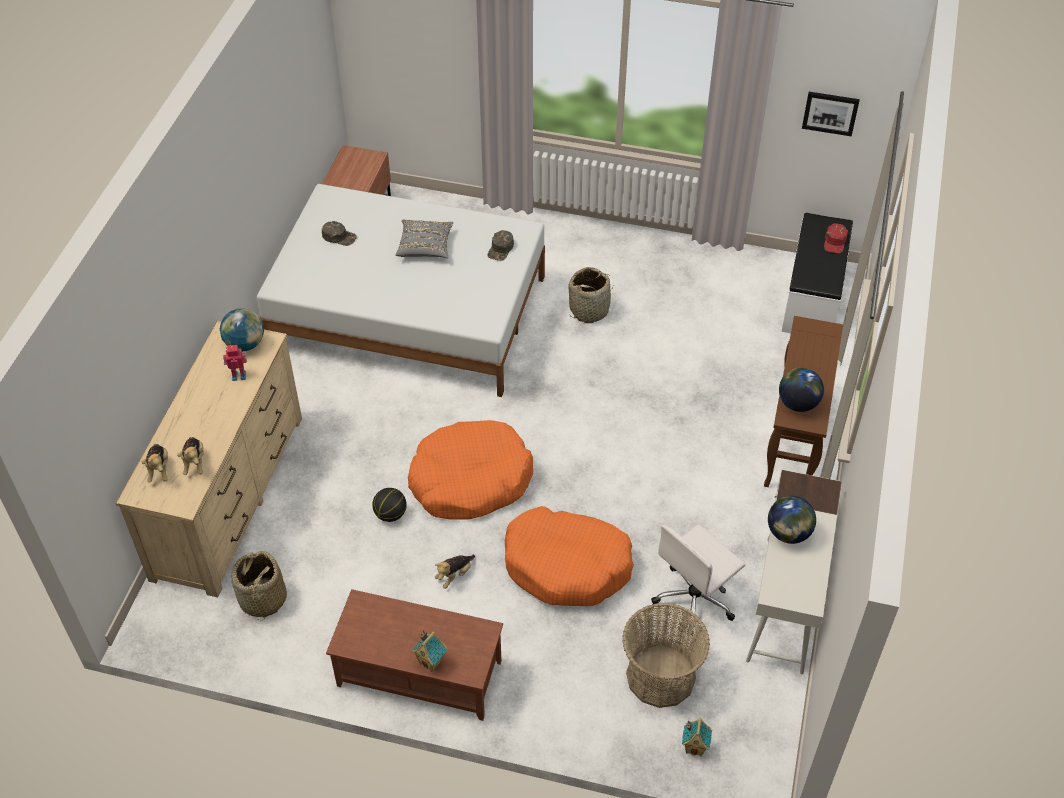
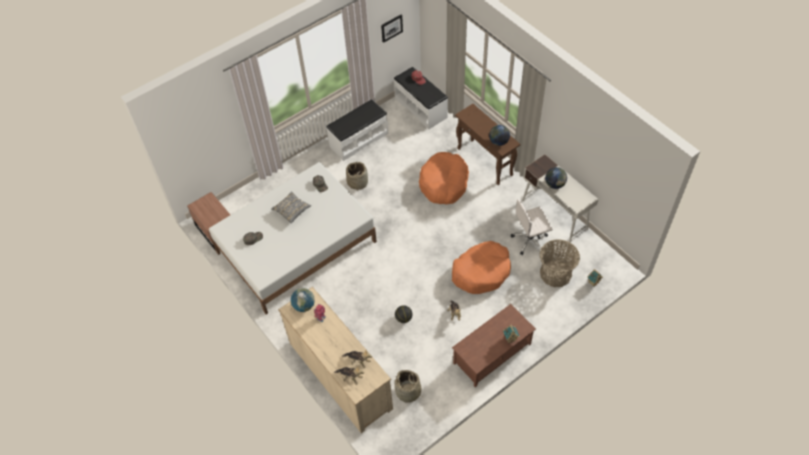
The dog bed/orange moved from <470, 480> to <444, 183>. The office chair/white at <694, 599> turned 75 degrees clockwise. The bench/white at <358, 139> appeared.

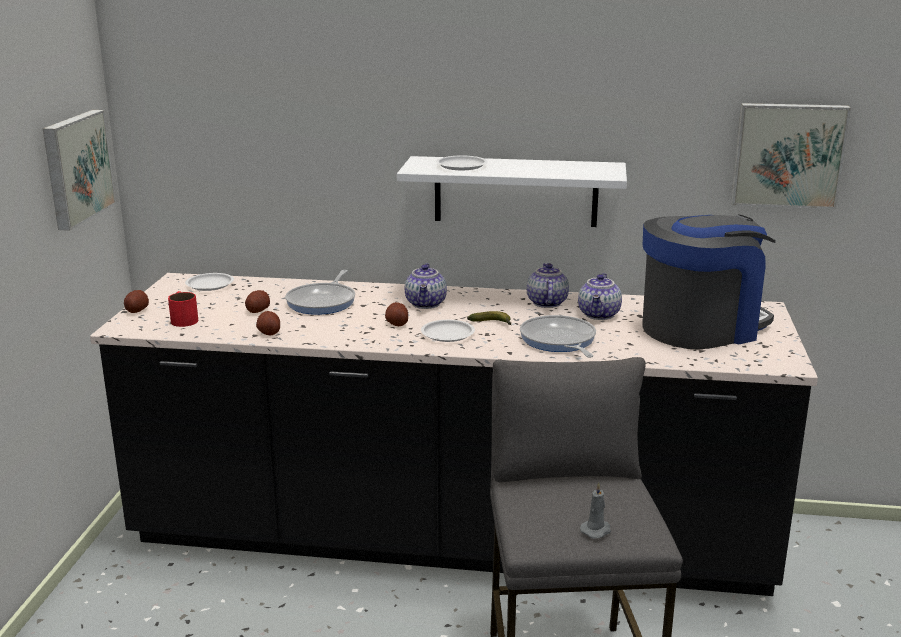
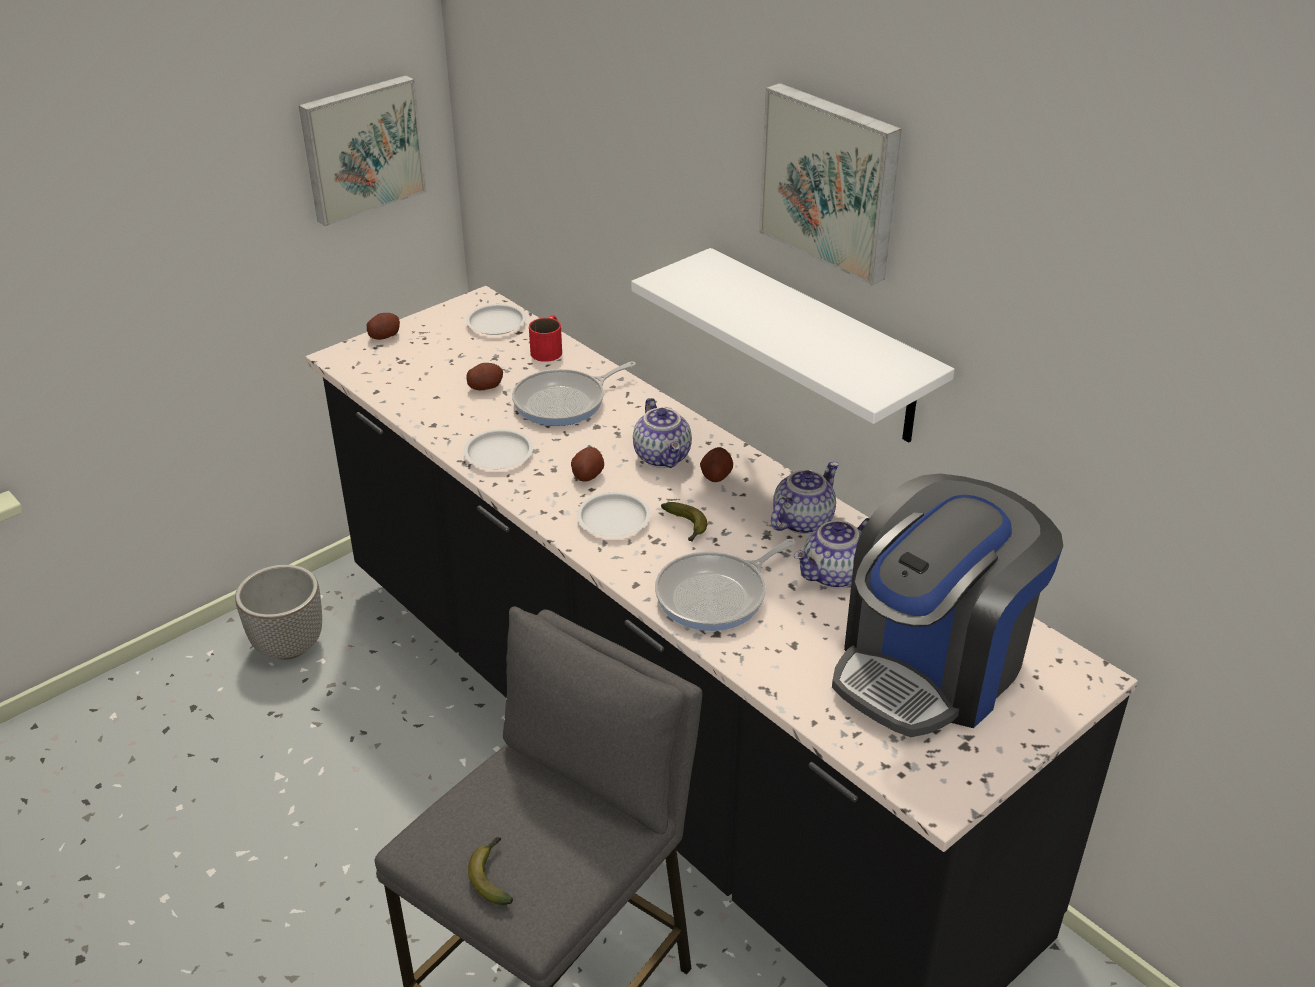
The mug/red moved from <183, 319> to <549, 349>. The potato moved from <269, 333> to <716, 475>. The teapot at <426, 304> turned 60 degrees counterclockwise. The plate/white moved from <461, 166> to <498, 454>. The frying pan at <558, 341> turned 150 degrees counterclockwise. The candle/grey at <596, 530> was replaced by the banana at <492, 875>. The coffee machine at <701, 327> turned 120 degrees clockwise. The picture moved from <787, 155> to <832, 181>. The planter at <290, 646> appeared.

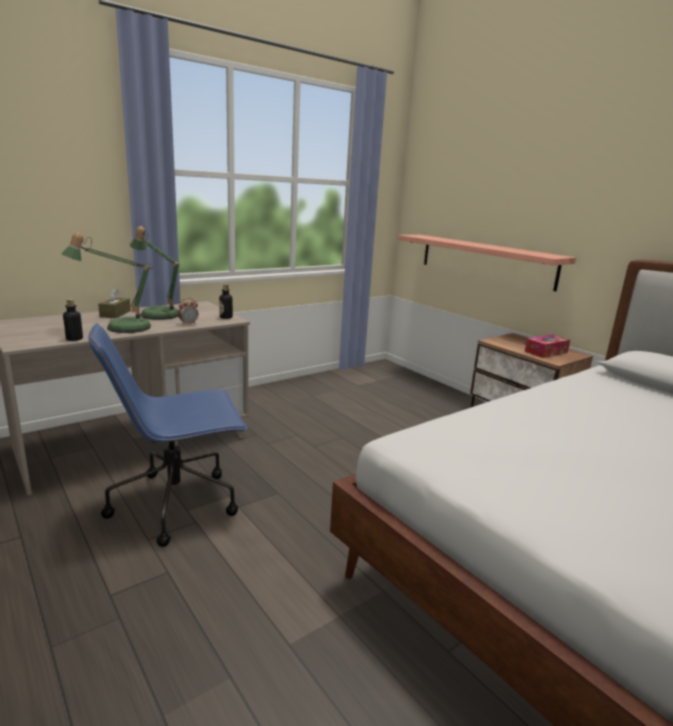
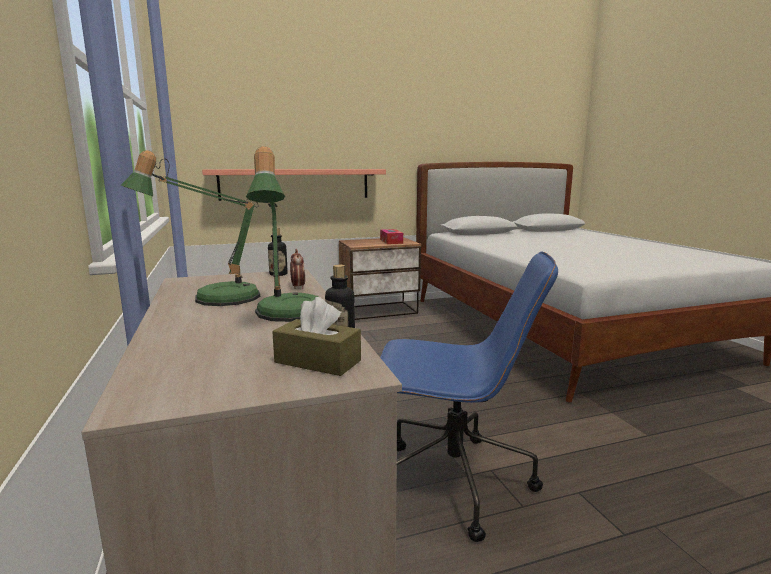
The office chair/blue at <177, 503> turned 75 degrees counterclockwise. The tissue box/brown moved from <115, 314> to <317, 361>.

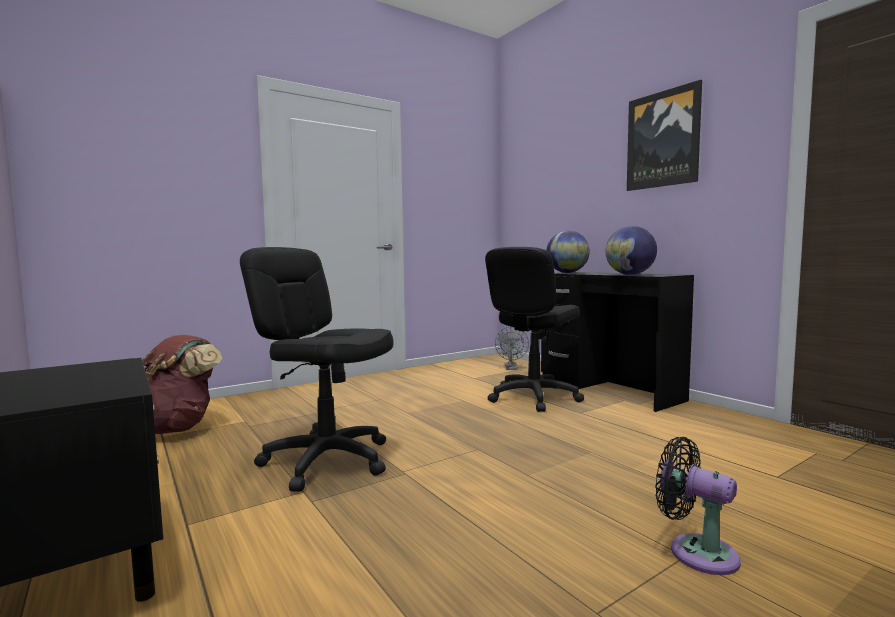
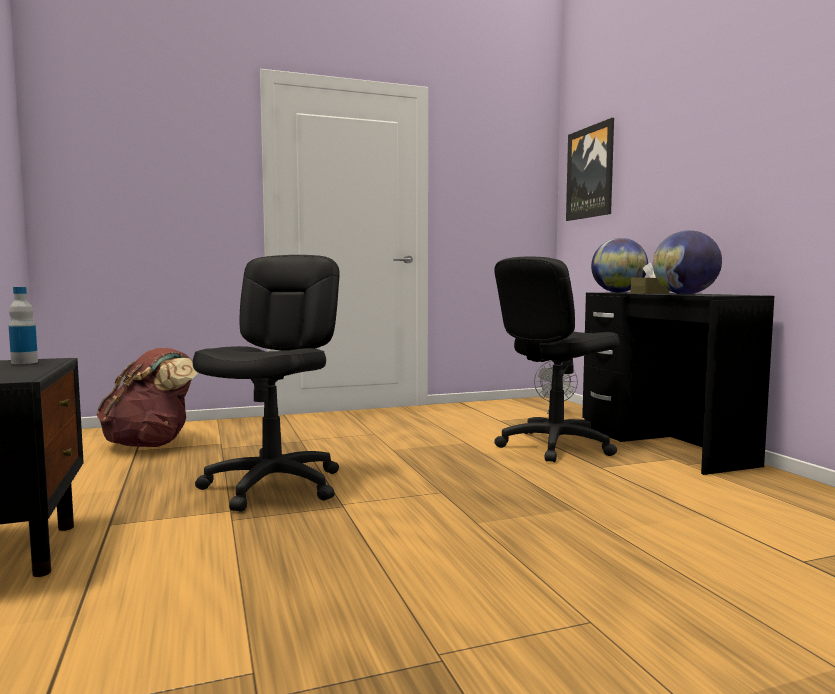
The office chair/black at <327, 460> turned 60 degrees clockwise. The picture moved from <663, 139> to <590, 172>. The fan/black at <696, 551> disappeared. The bottle at <24, 362> appeared. The tissue box/brown at <649, 293> appeared.

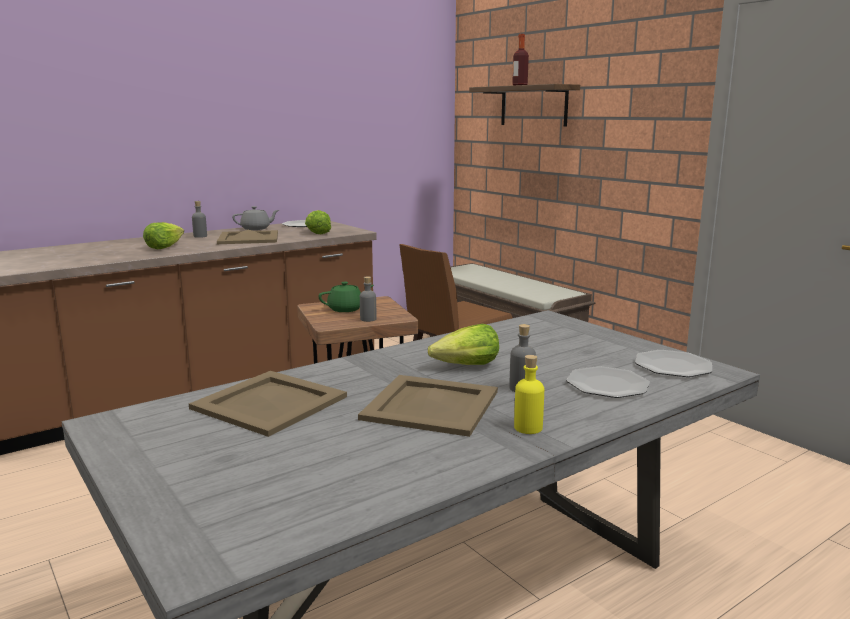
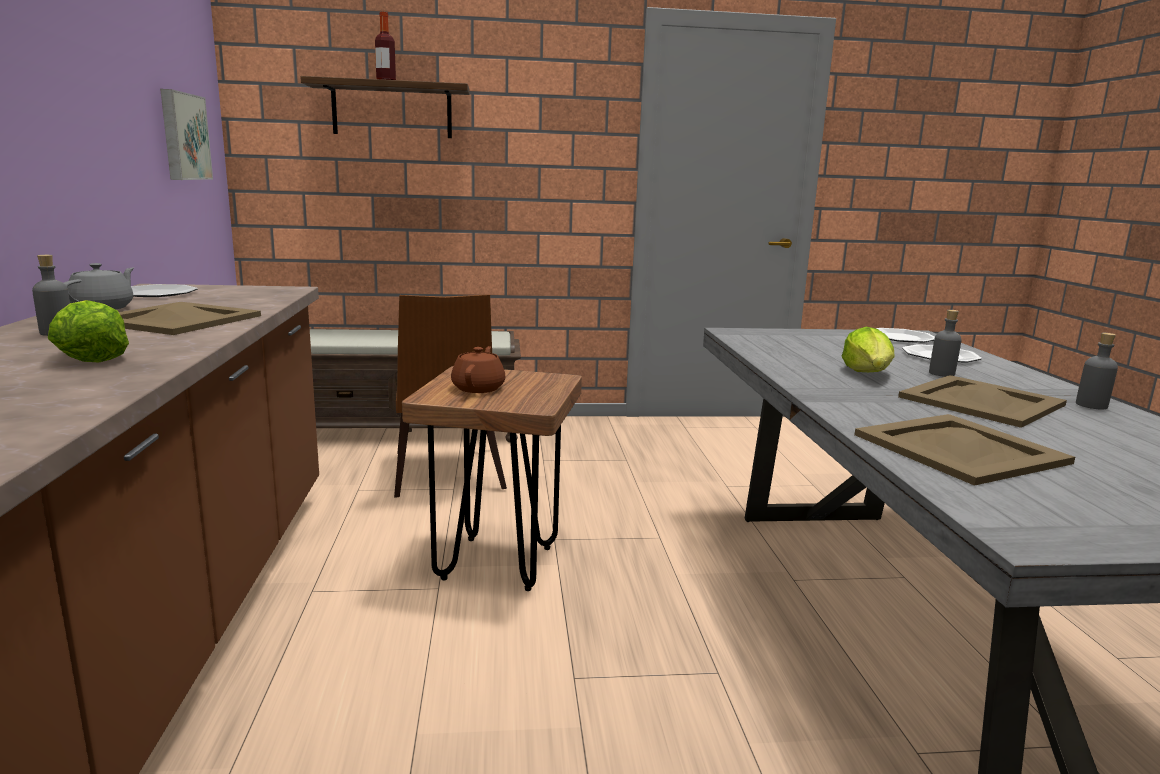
The lettuce at <317, 232> disappeared. The teapot/green at <346, 309> became the teapot/brown at <479, 388>. The bottle/grey moved from <368, 319> to <1091, 405>. The bottle/yellow at <528, 428> disappeared. The picture at <183, 136> appeared.

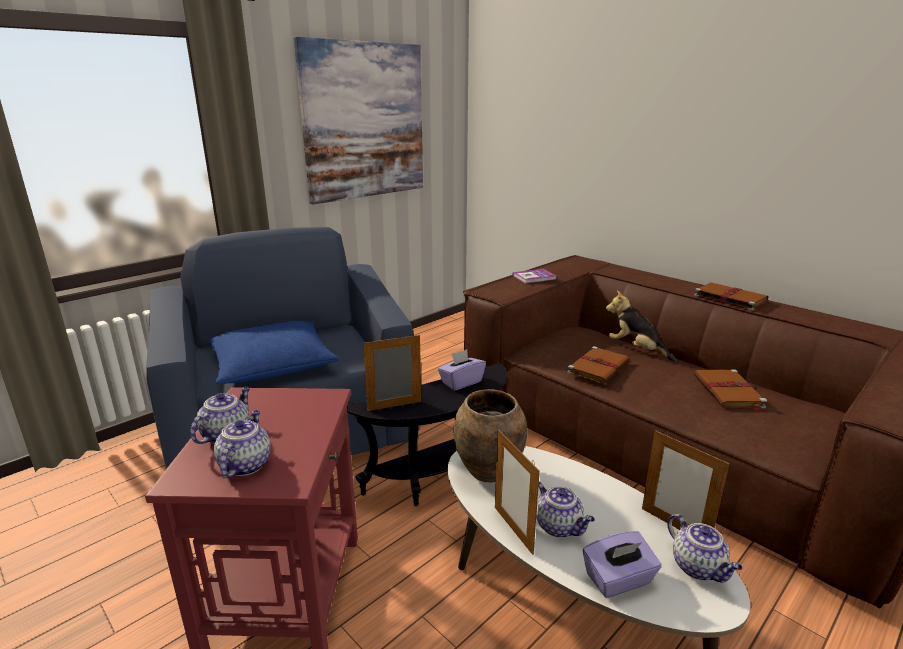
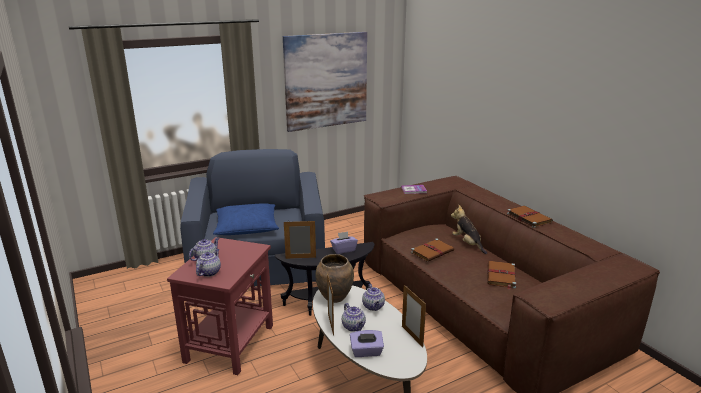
The teapot moved from <699, 568> to <373, 307>.

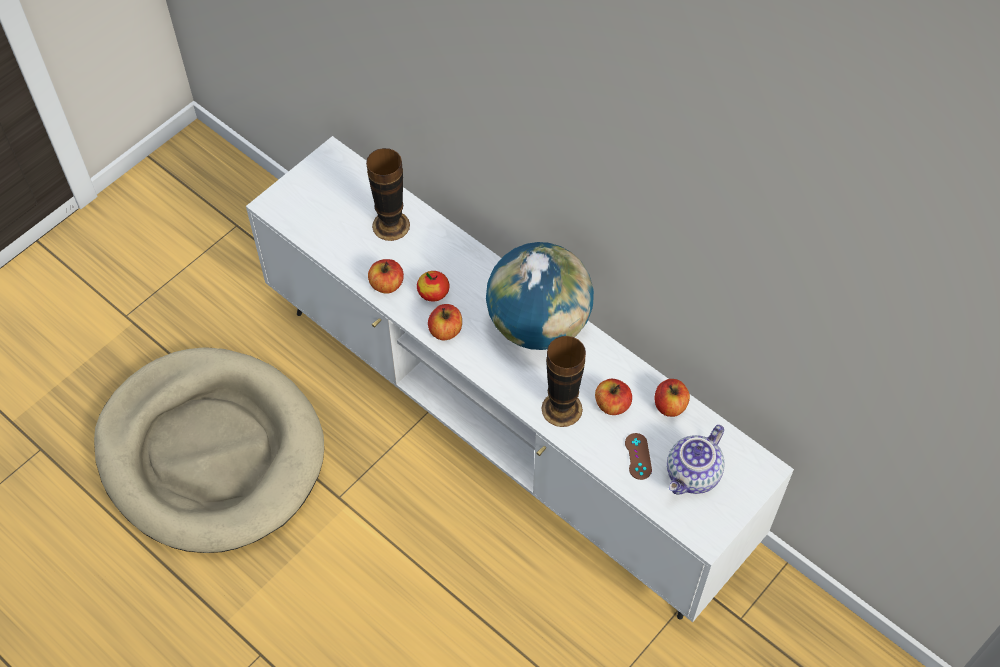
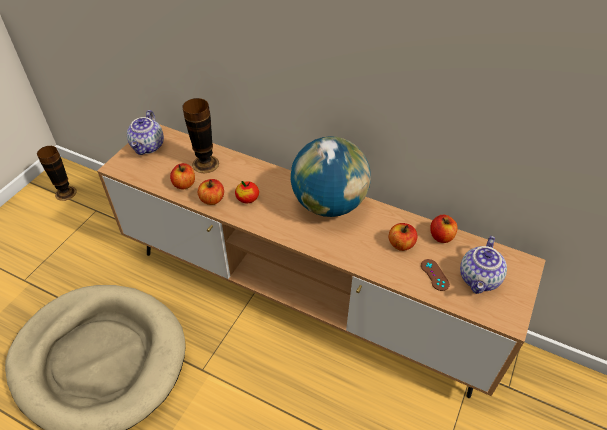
The tv stand/white at <501, 427> became the tv stand/brown at <303, 296>. The apple moved from <445, 330> to <184, 184>. The vase moved from <562, 408> to <65, 193>. The teapot at <148, 146> appeared.

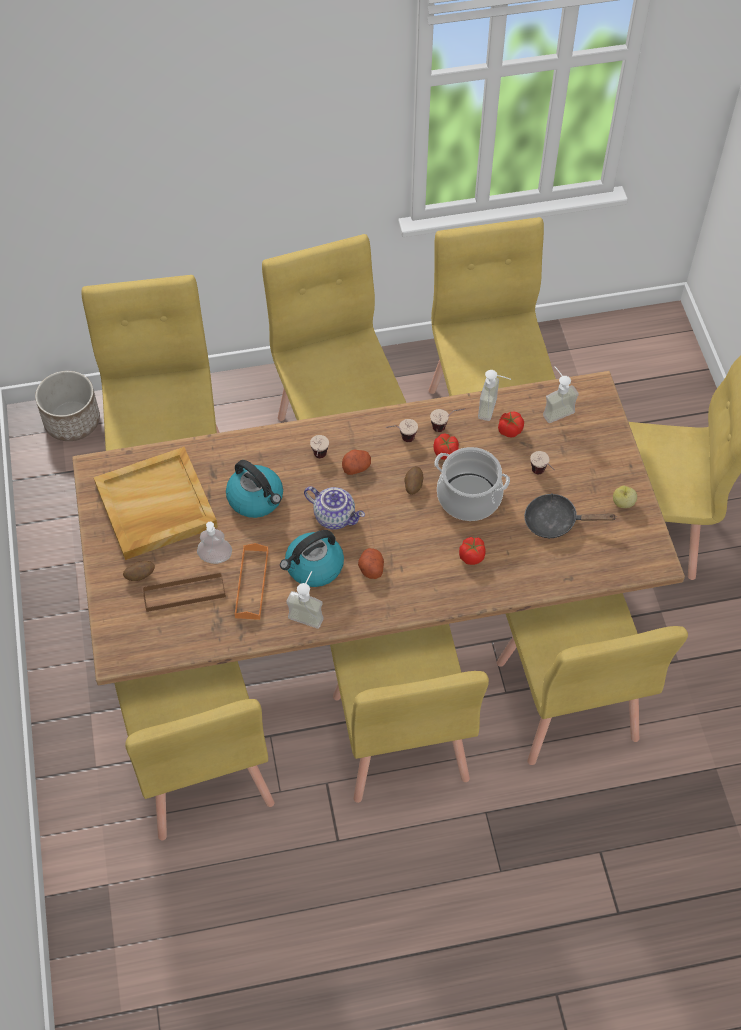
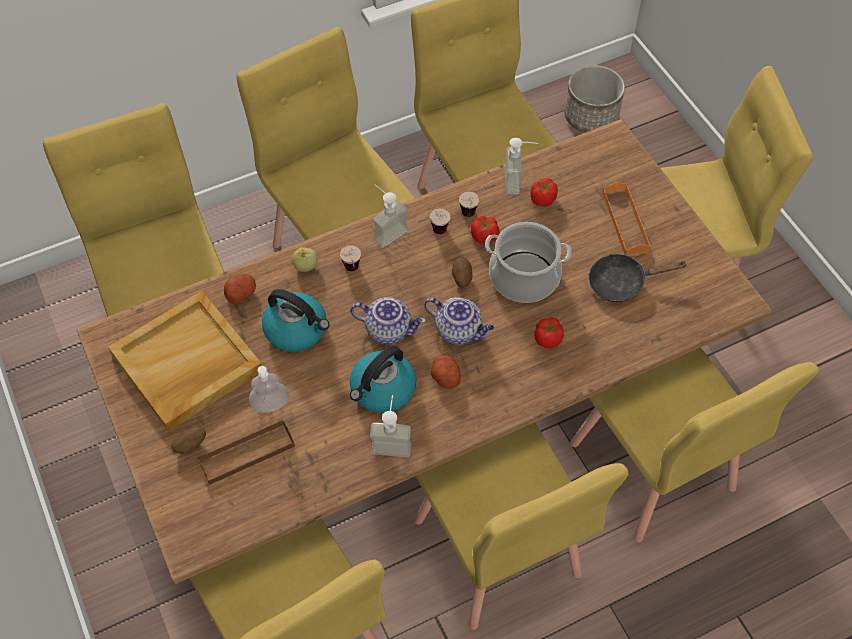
The planter moved from <73, 421> to <591, 116>. The tray/orange moved from <252, 584> to <625, 221>. The potato moved from <356, 466> to <241, 293>. The cup at <542, 475> disappeared. The soap dispenser moved from <555, 409> to <386, 231>. The apple moved from <623, 503> to <305, 266>. The teapot at <459, 330> appeared.

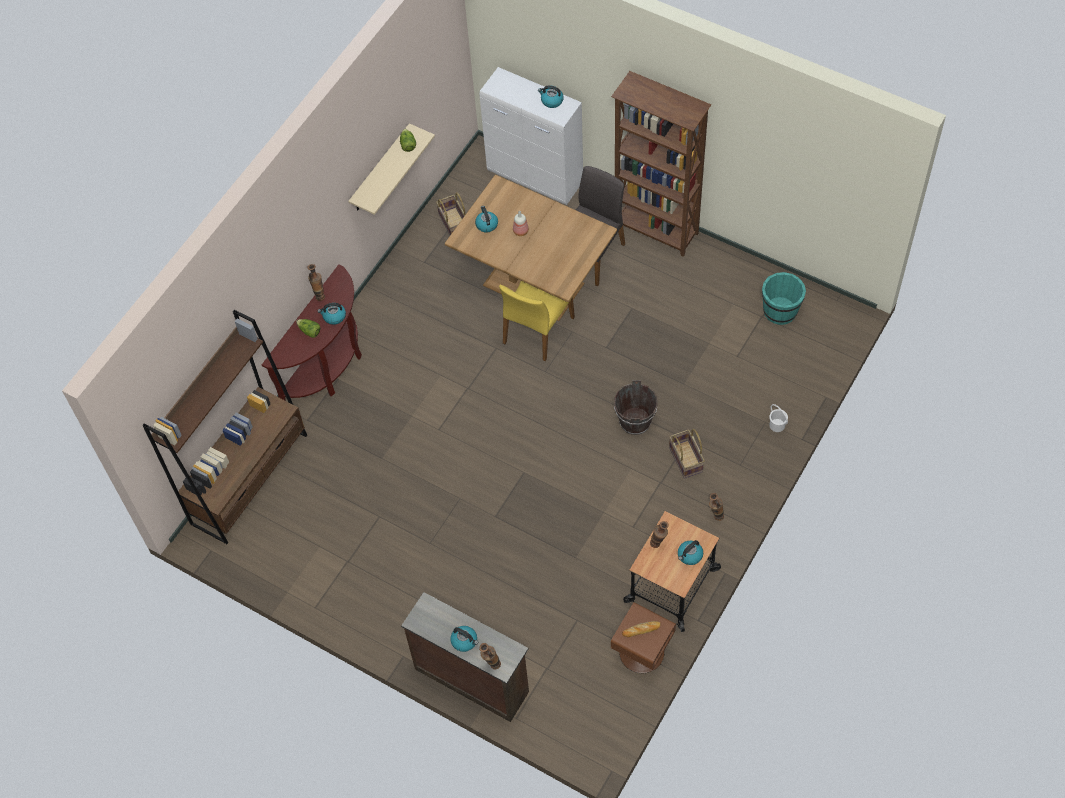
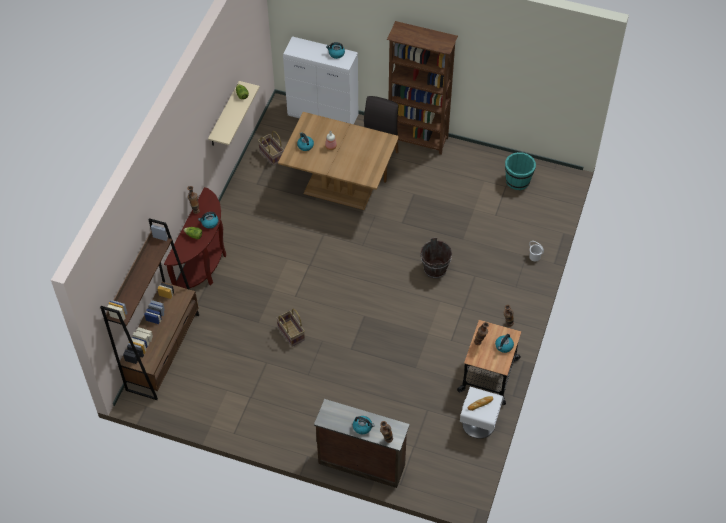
The chair/yellow at <537, 330> disappeared. The nightstand/brown at <642, 652> became the nightstand/white at <479, 424>. The basket moved from <686, 459> to <291, 333>.

